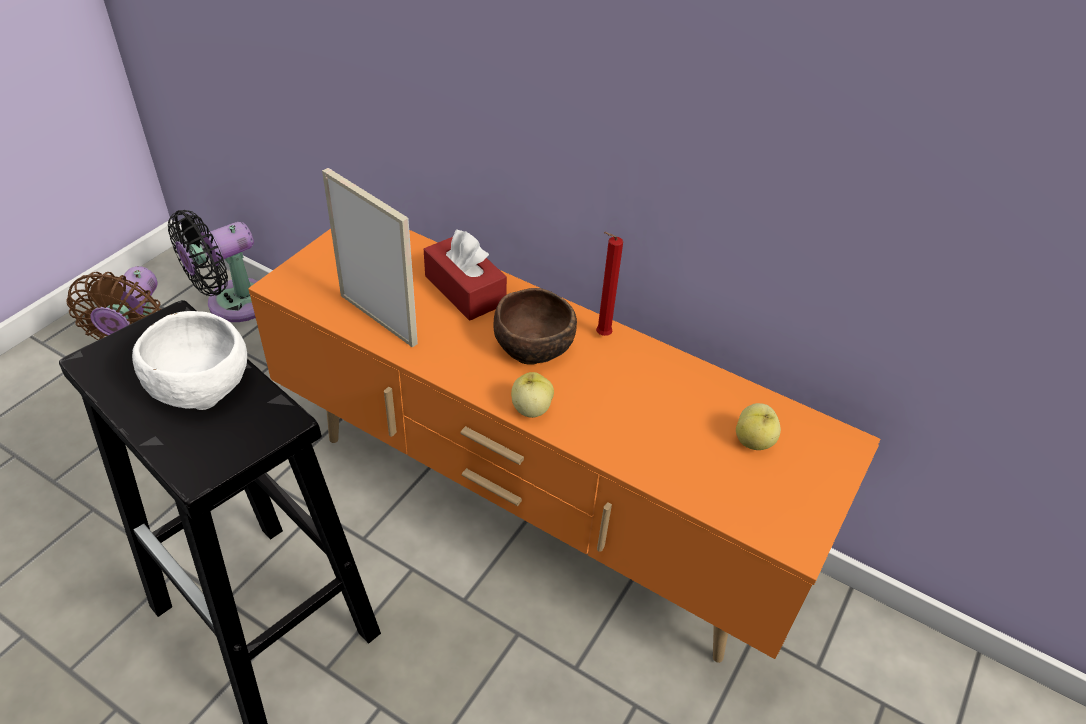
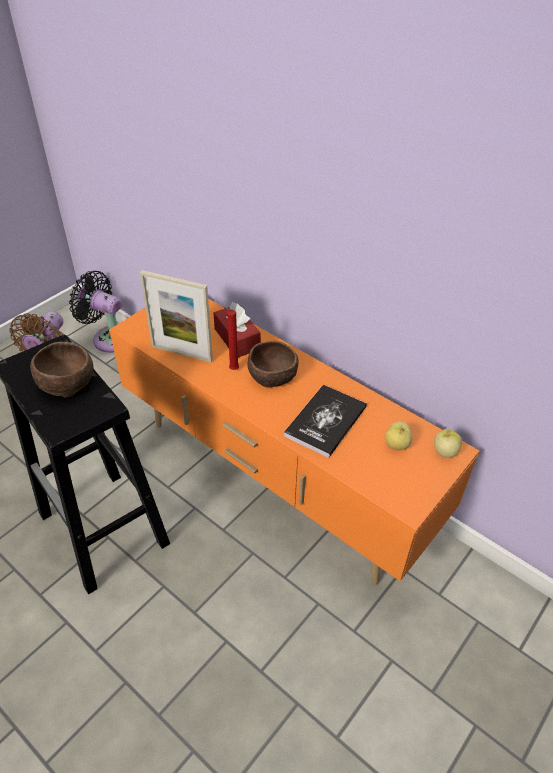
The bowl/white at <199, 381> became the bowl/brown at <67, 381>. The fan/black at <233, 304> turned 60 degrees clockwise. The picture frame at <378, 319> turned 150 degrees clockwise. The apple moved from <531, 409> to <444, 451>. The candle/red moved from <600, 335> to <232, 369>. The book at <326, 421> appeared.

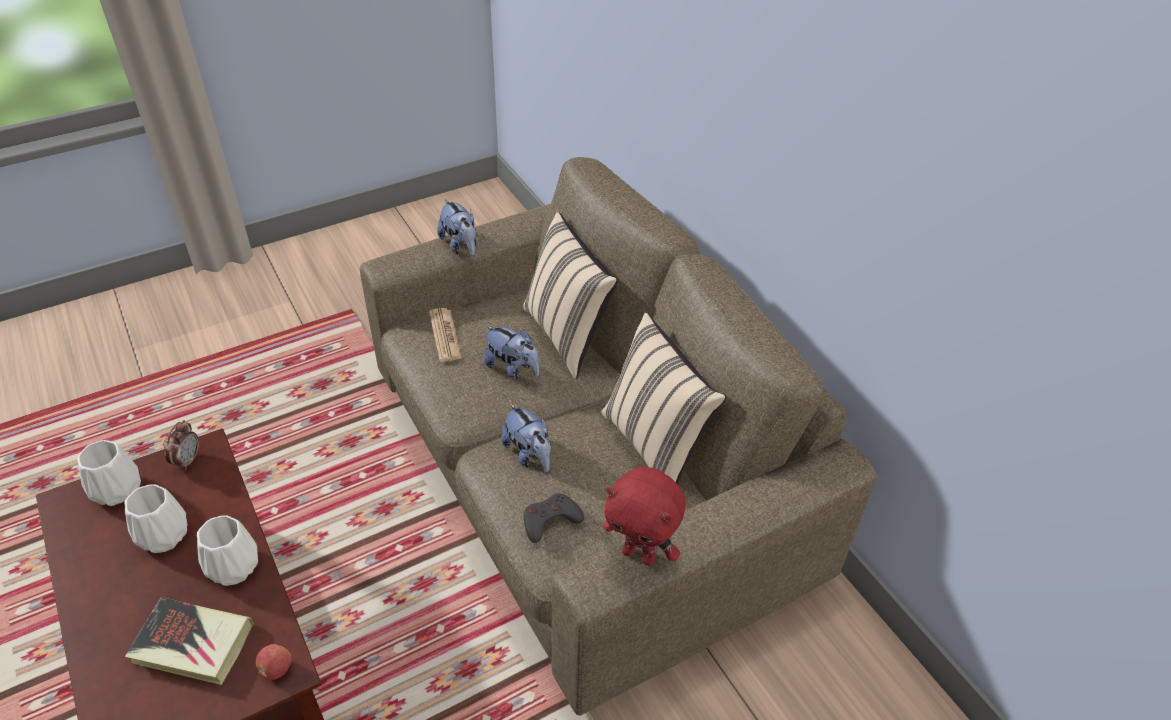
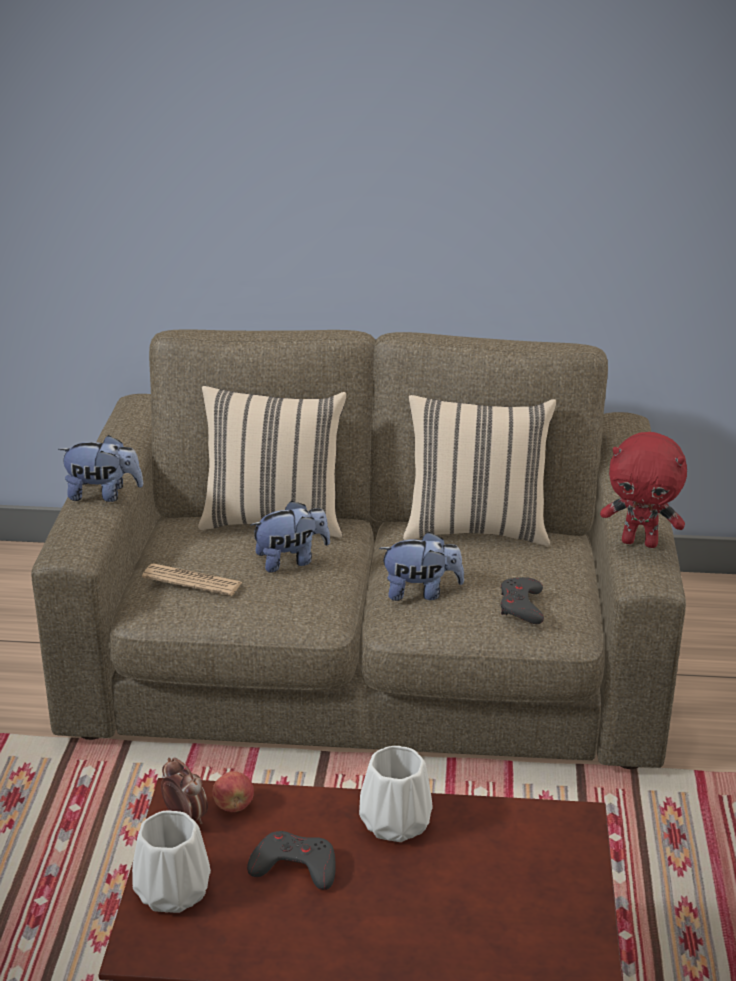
The vase/white at <164, 535> was replaced by the game controller/grey at <294, 866>. The book at <193, 644> disappeared. The apple moved from <276, 669> to <234, 806>. The plush toy/red at <640, 554> turned 45 degrees clockwise.

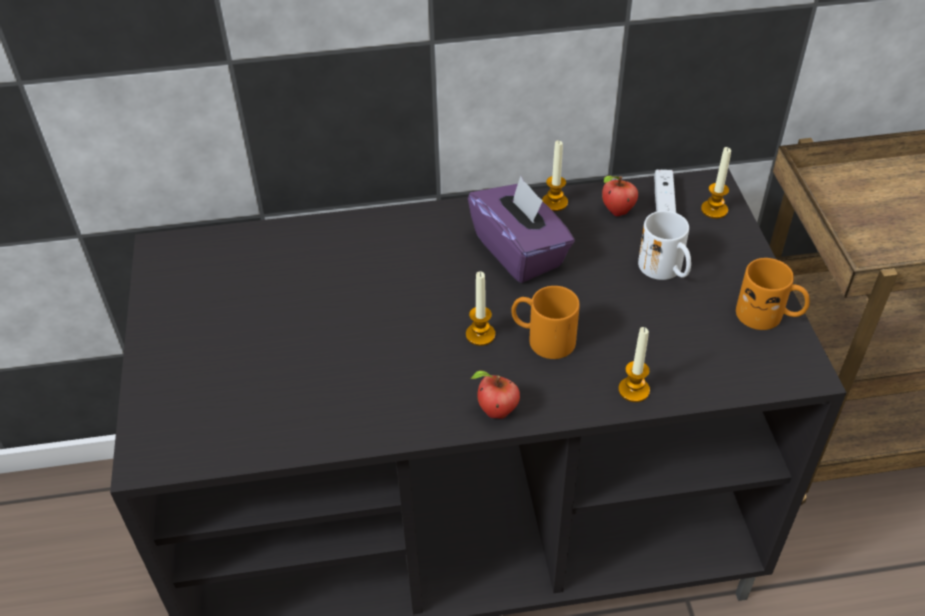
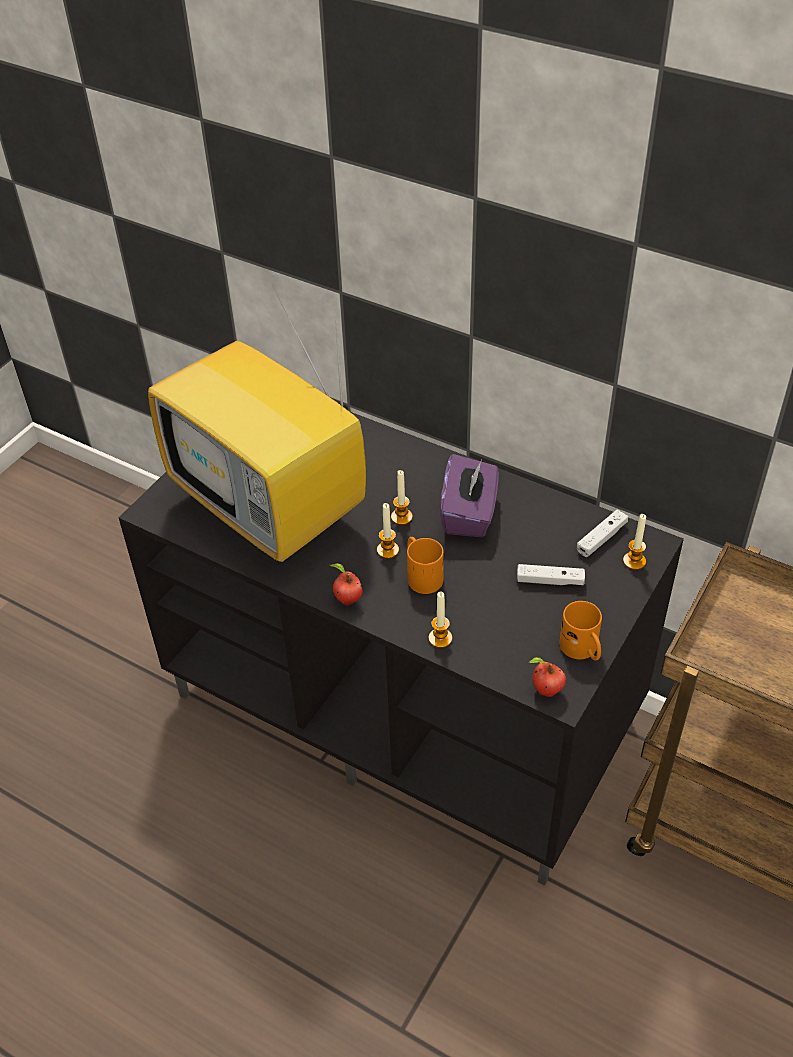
The candle moved from <554, 202> to <401, 517>. The apple moved from <617, 212> to <545, 691>. The mug/white at <666, 270> was replaced by the game controller/white at <550, 581>. The television at <273, 510> appeared.

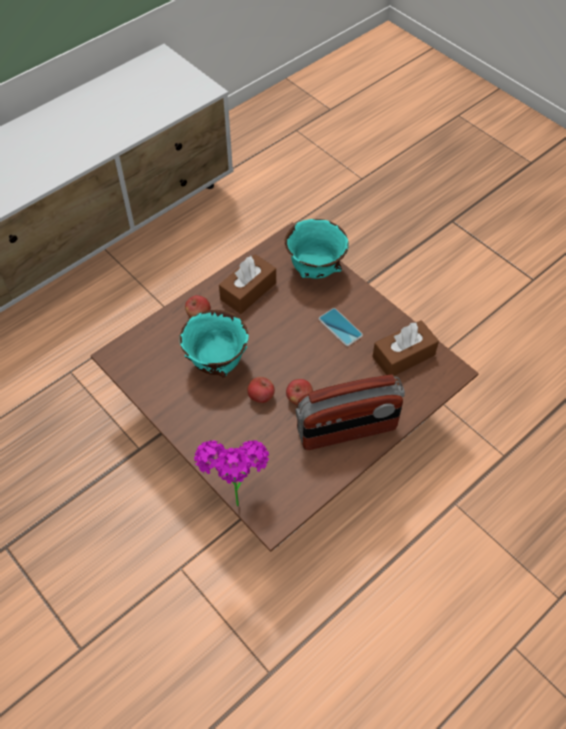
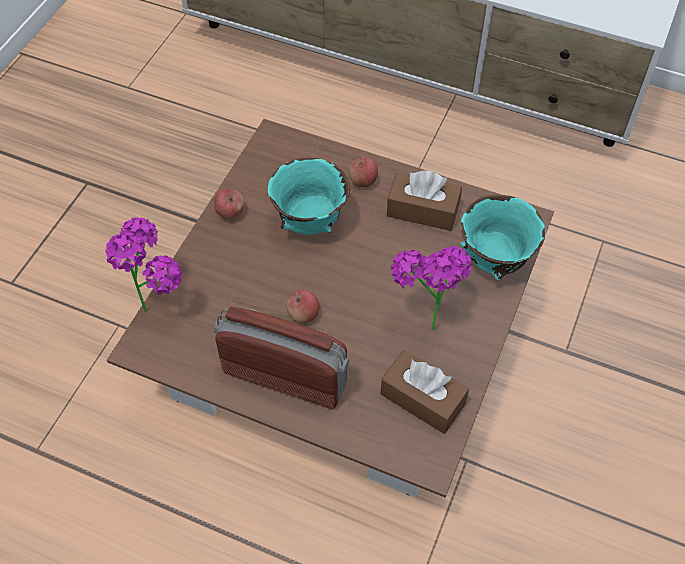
The apple moved from <261, 396> to <230, 213>. The radio at <347, 430> turned 150 degrees clockwise. The phone at <340, 327> was replaced by the potted plant at <425, 317>.

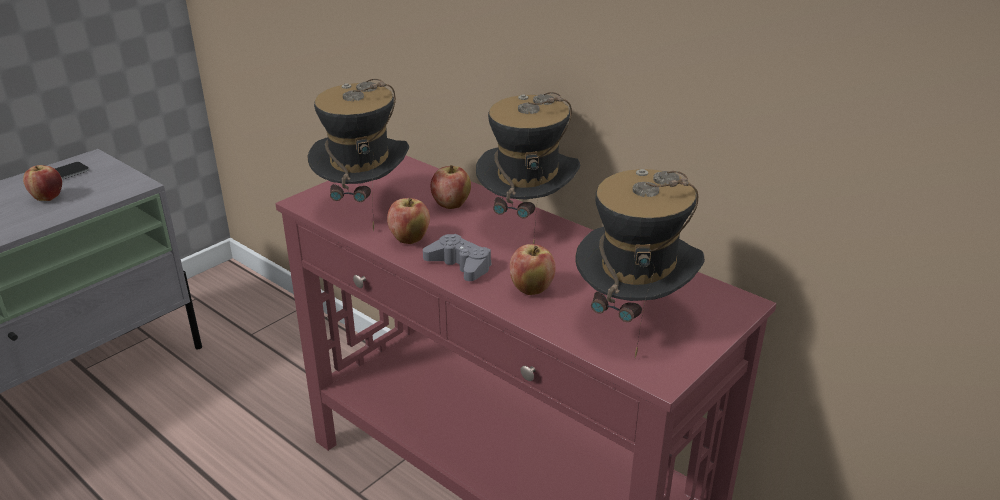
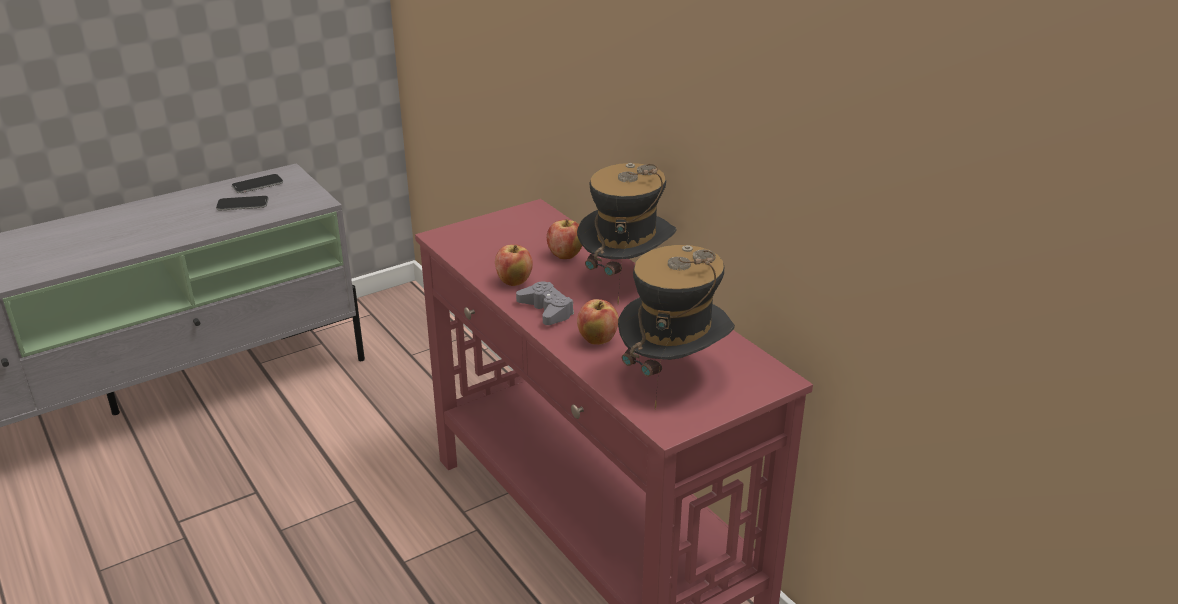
The apple at <47, 198> was replaced by the phone at <242, 204>. The hat at <364, 206> disappeared.

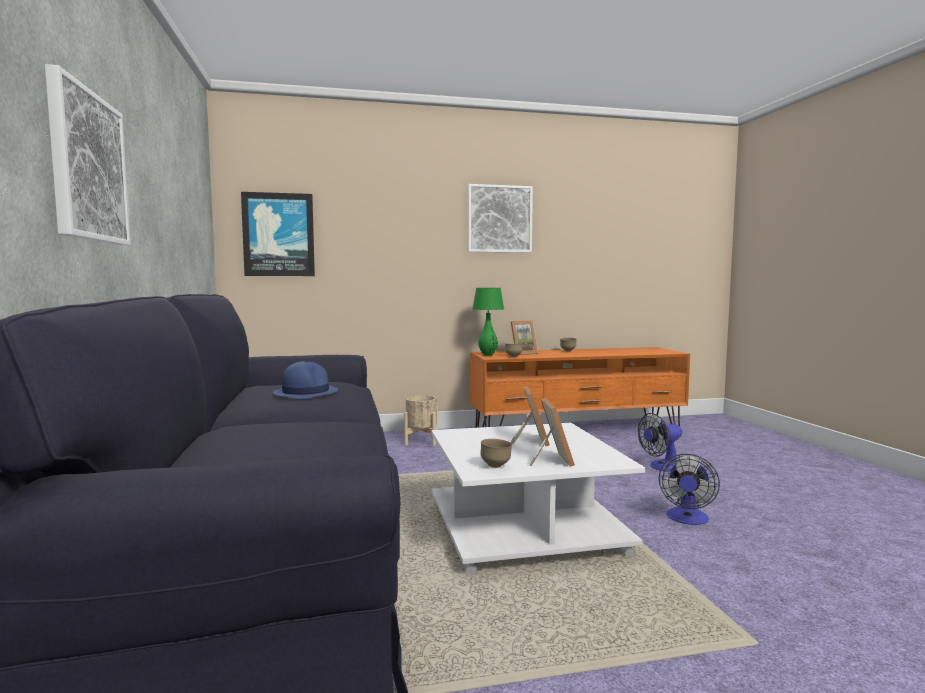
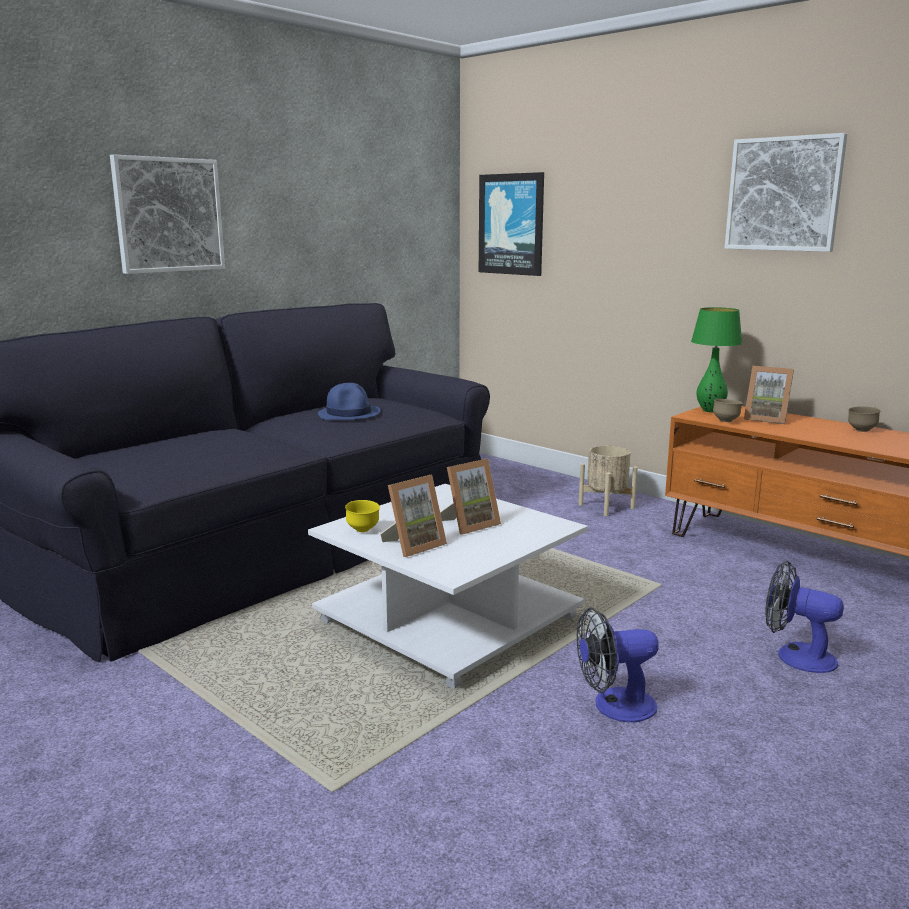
The bowl/brown at <496, 466> became the bowl/yellow at <363, 530>.

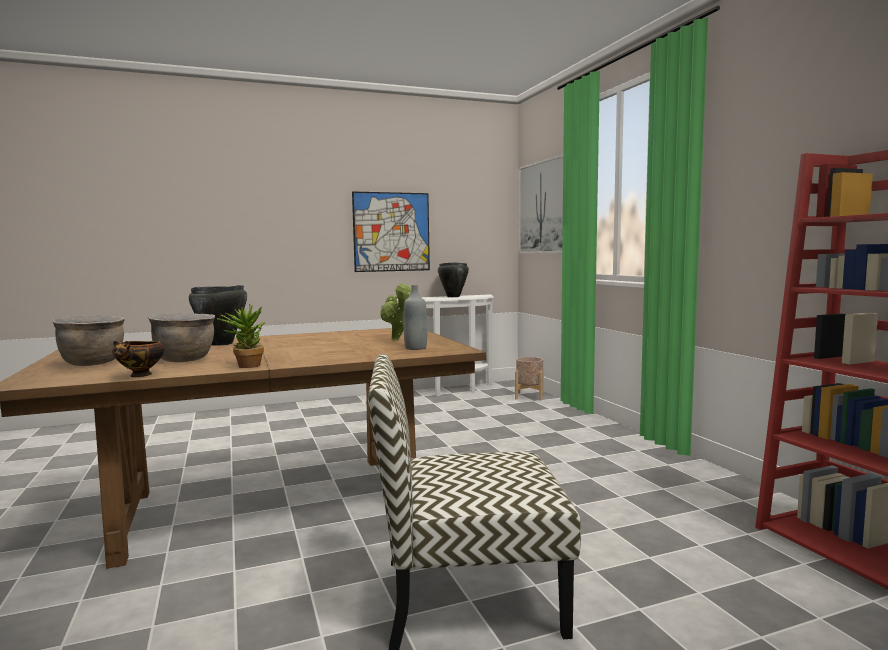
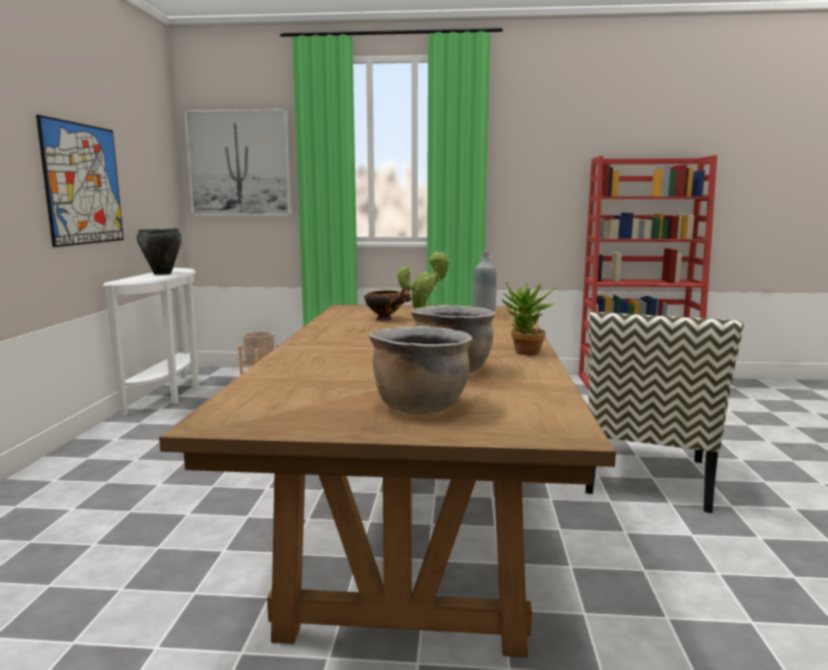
The bowl moved from <140, 375> to <386, 319>. The cooking pot/black at <221, 344> disappeared.

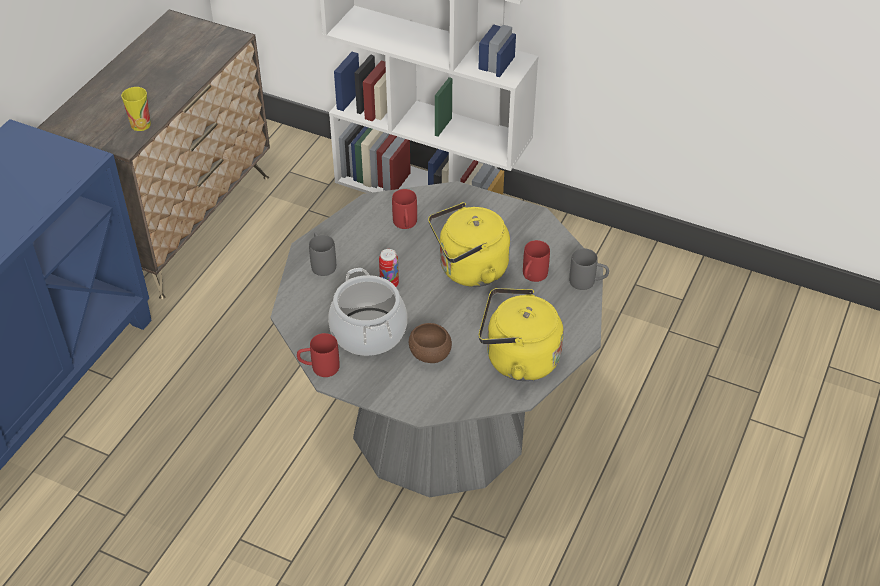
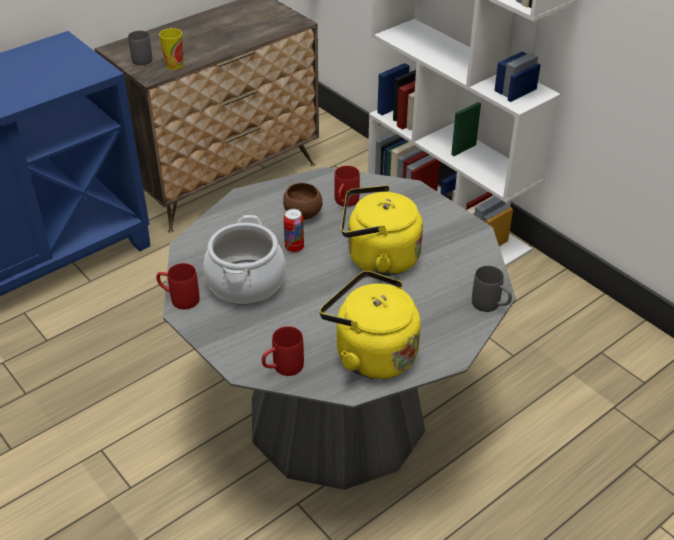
The mug/grey moved from <322, 263> to <143, 57>. The bowl/brown moved from <430, 355> to <303, 214>. The mug/red moved from <532, 277> to <282, 368>.

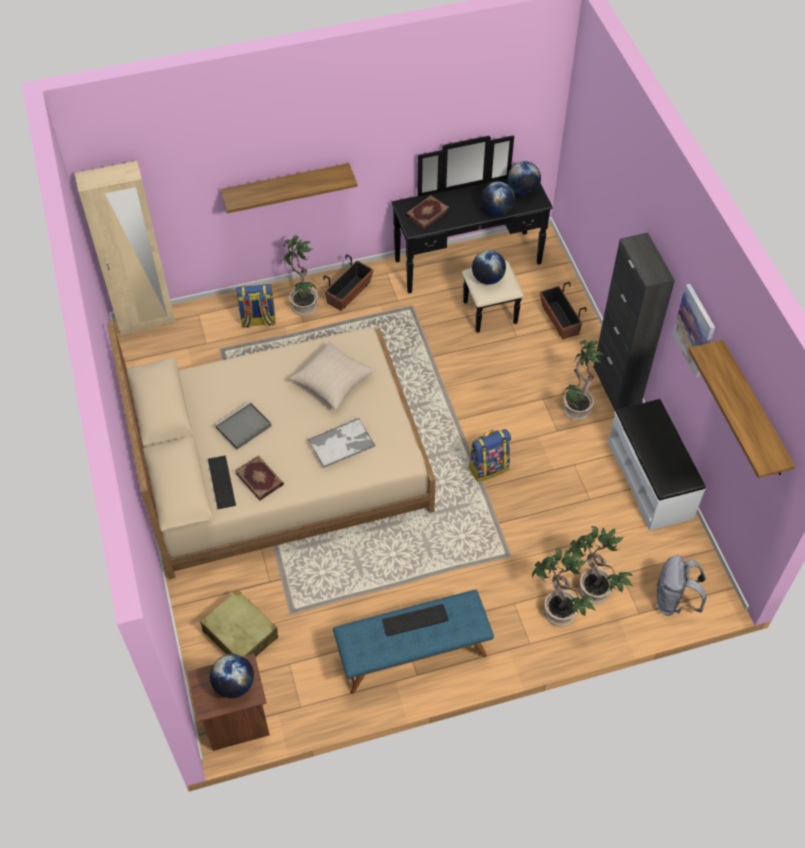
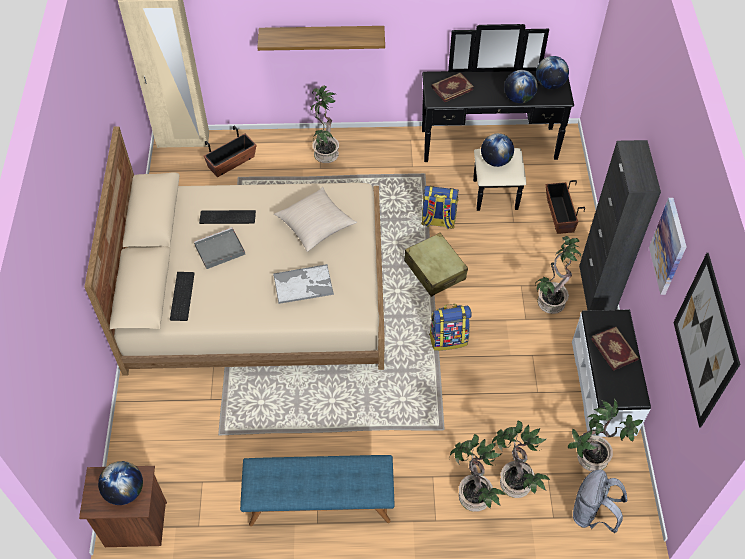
The suitcase/beige moved from <240, 634> to <434, 270>. The book moved from <260, 478> to <614, 349>. The backpack moved from <258, 320> to <438, 221>. The planter moved from <349, 293> to <231, 162>. The keyboard moved from <414, 621> to <227, 218>. The shelf at <753, 410> was replaced by the picture at <704, 341>. The potted plant at <592, 459> appeared.

